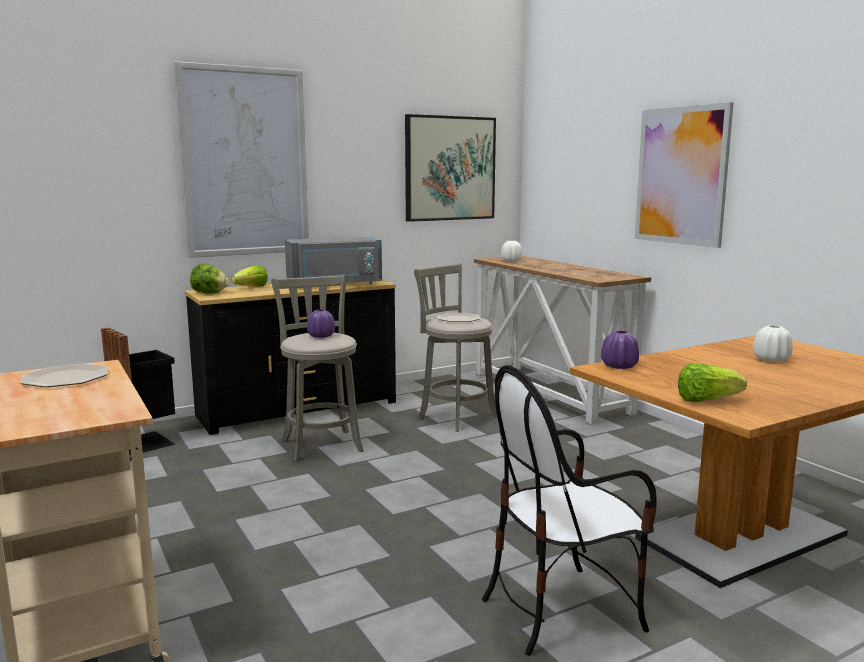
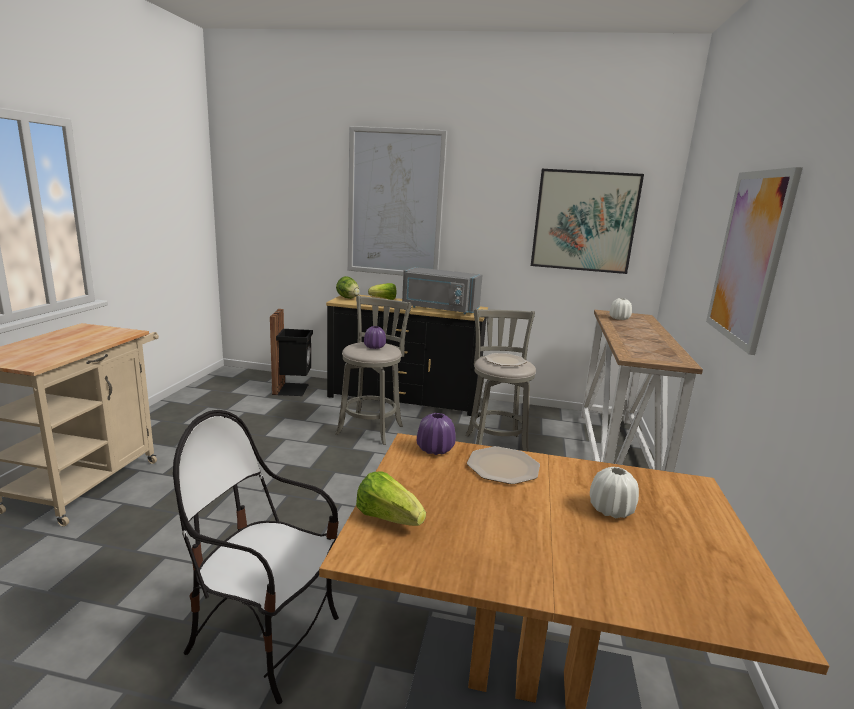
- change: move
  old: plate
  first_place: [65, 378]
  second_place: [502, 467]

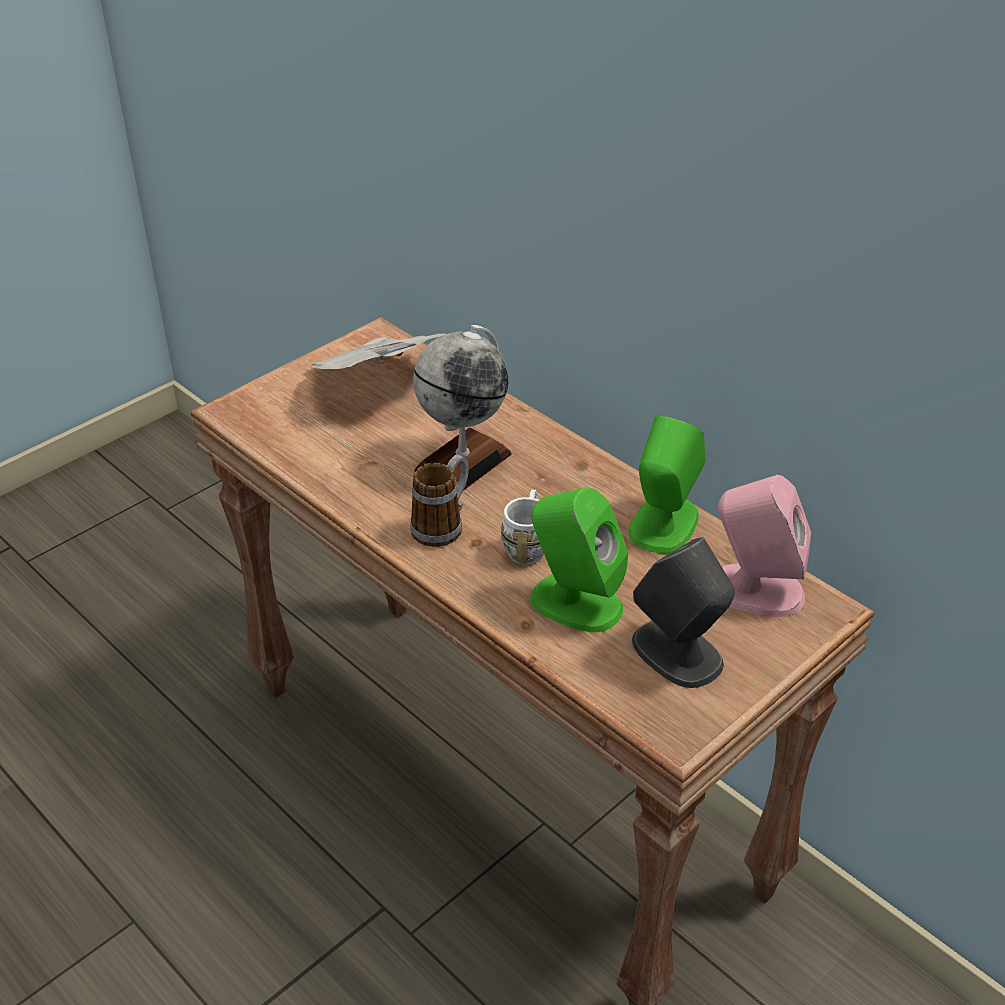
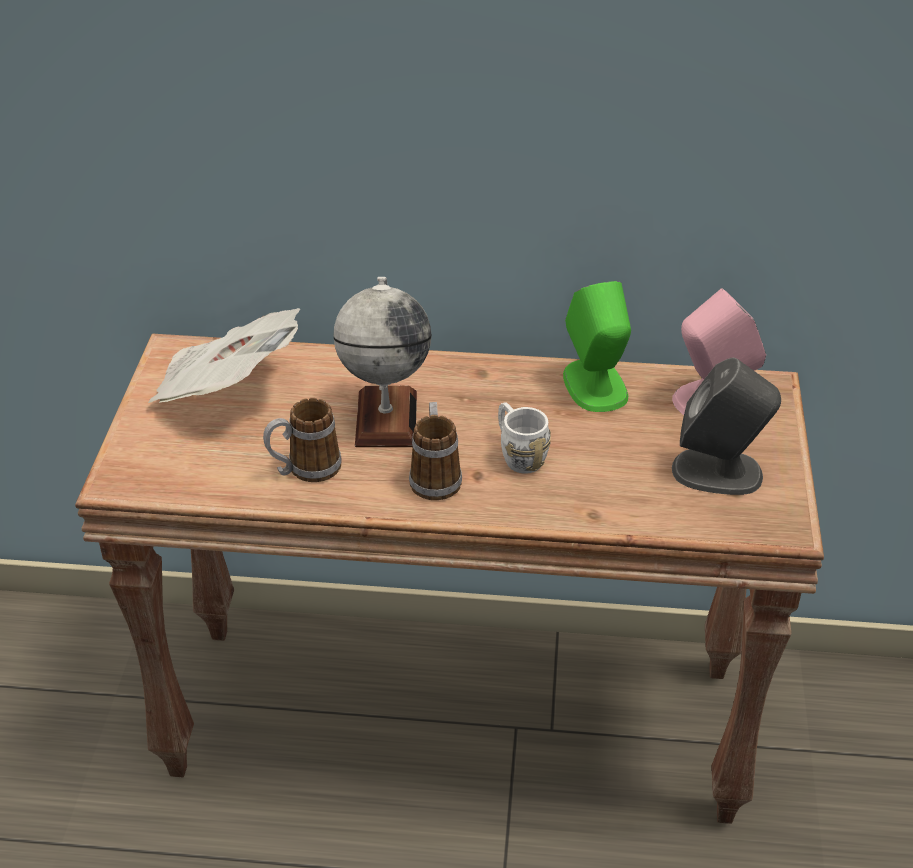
- change: delete
  old: green speaker
  first_place: [575, 602]
- change: insert
  new: mug
  second_place: [305, 470]

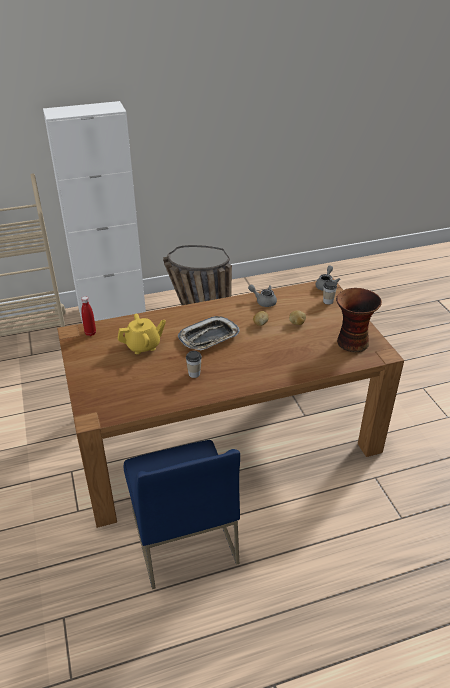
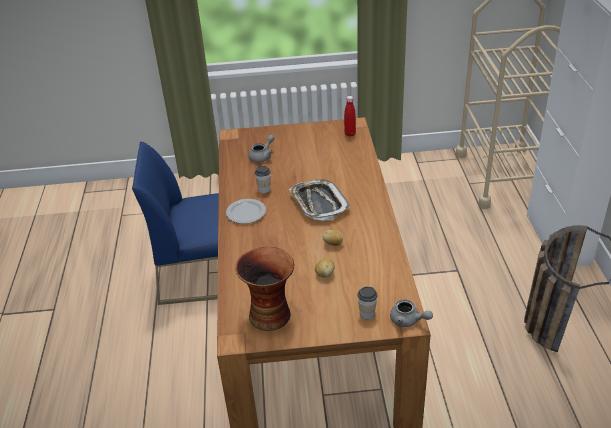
- change: move
  old: grey teapot
  first_place: [263, 301]
  second_place: [262, 156]
- change: delete
  old: yellow teapot
  first_place: [143, 346]
- change: insert
  new: plate
  second_place: [246, 212]

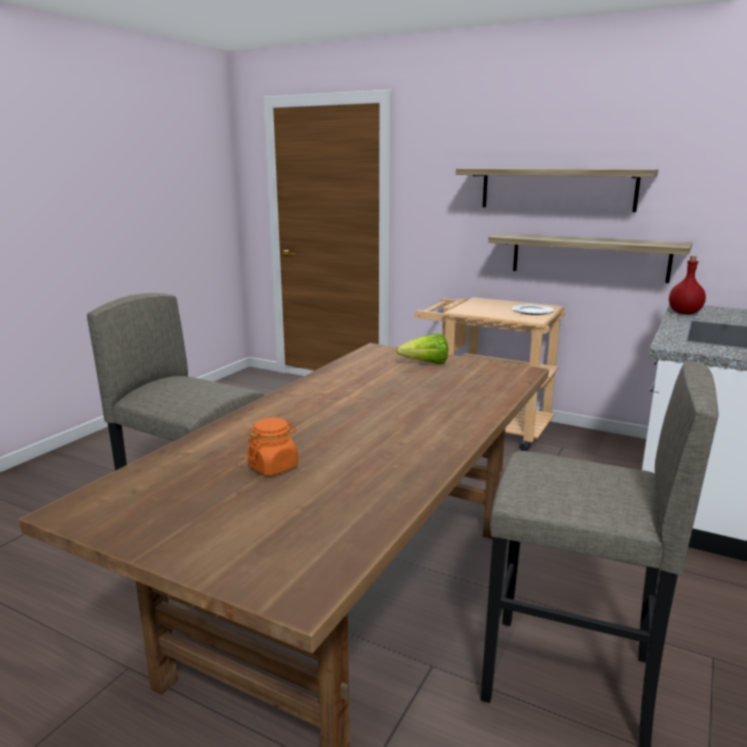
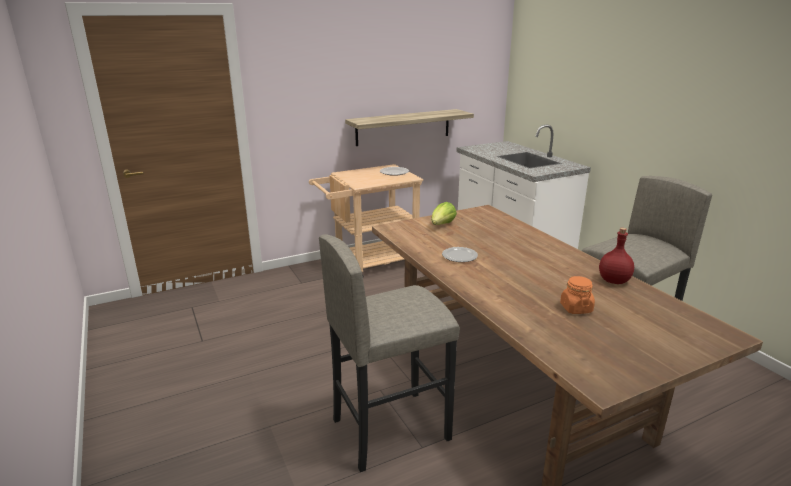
- change: delete
  old: shelf
  first_place: [557, 189]
- change: move
  old: red bottle
  first_place: [684, 313]
  second_place: [613, 281]
- change: insert
  new: plate
  second_place: [460, 256]

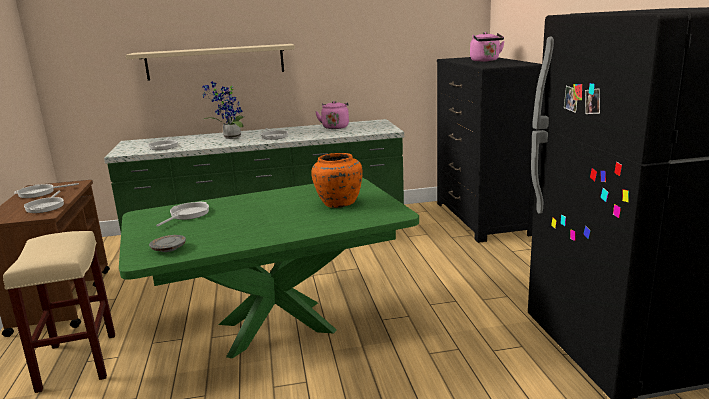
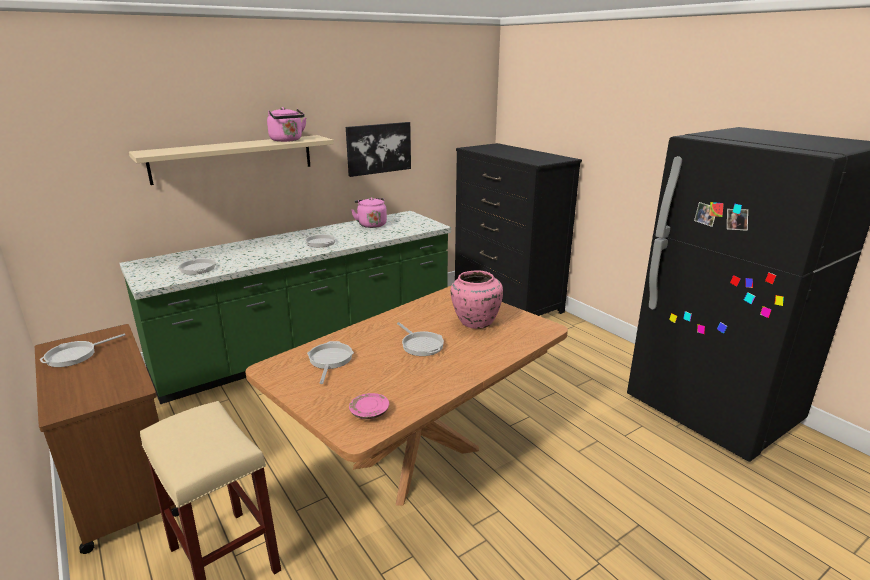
- change: move
  old: pink kettle
  first_place: [485, 61]
  second_place: [287, 140]
- change: delete
  old: potted plant
  first_place: [230, 138]
- change: recolor
  old: orange vase
  new: pink vase
  first_place: [338, 203]
  second_place: [475, 322]
- change: recolor
  old: green dining table
  new: brown dining table
  first_place: [277, 328]
  second_place: [418, 458]
- change: move
  old: frying pan
  first_place: [46, 206]
  second_place: [421, 345]
- change: recolor
  old: grey plate
  new: pink plate
  first_place: [168, 249]
  second_place: [369, 412]
- change: insert
  new: picture
  second_place: [378, 148]

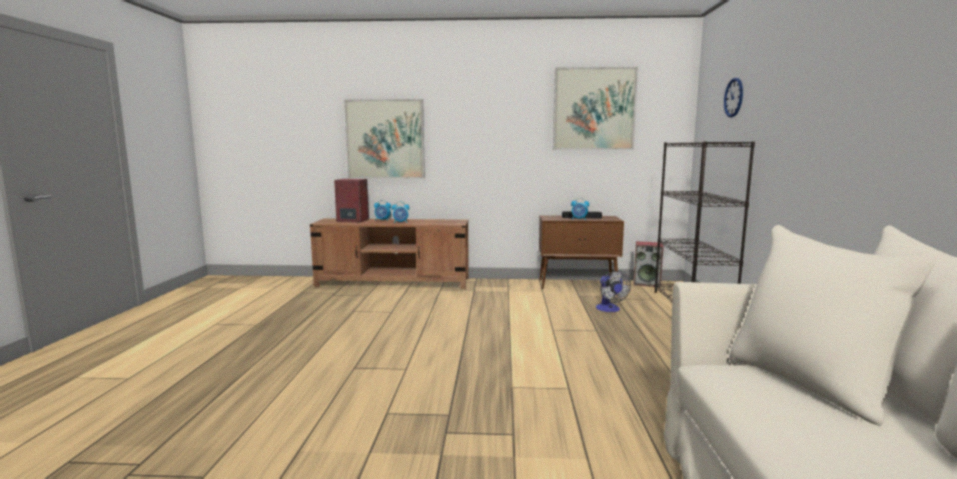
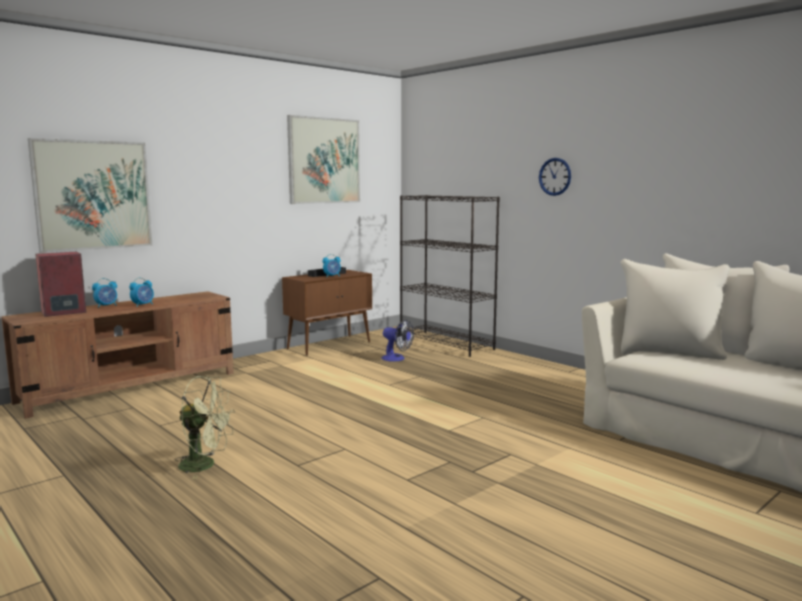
- change: move
  old: wall clock
  first_place: [734, 97]
  second_place: [555, 176]
- change: delete
  old: speaker
  first_place: [647, 283]
- change: insert
  new: green fan
  second_place: [205, 465]

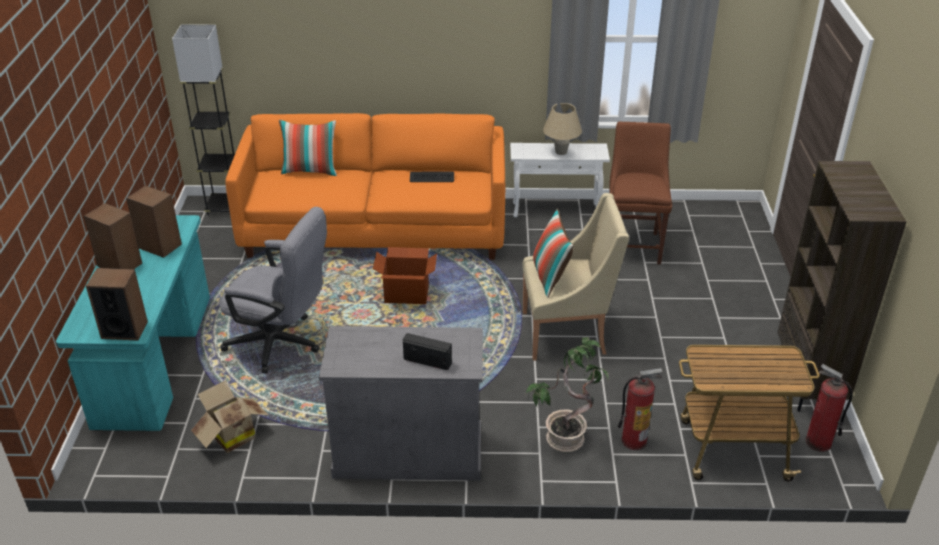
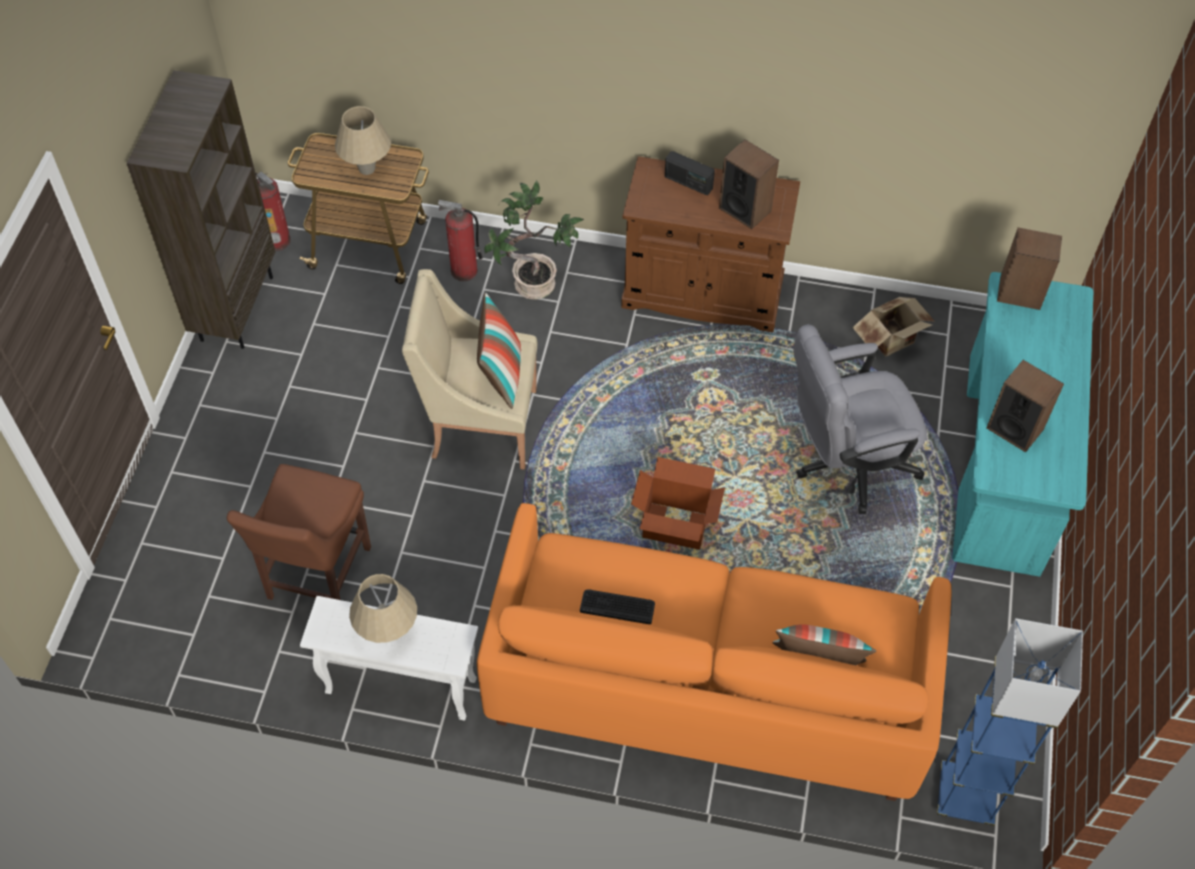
- change: recolor
  old: grey floor lamp
  new: blue floor lamp
  first_place: [224, 207]
  second_place: [965, 796]
- change: move
  old: speaker
  first_place: [119, 265]
  second_place: [745, 209]
- change: rotate
  old: grey office chair
  first_place: [281, 344]
  second_place: [845, 464]
  degrees: -45
- change: recolor
  old: grey cabinet
  new: brown cabinet
  first_place: [408, 453]
  second_place: [702, 293]
- change: insert
  new: beige table lamp
  second_place: [367, 168]

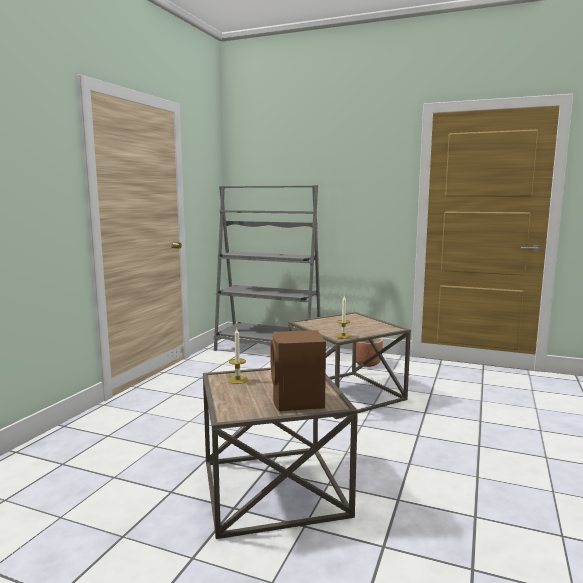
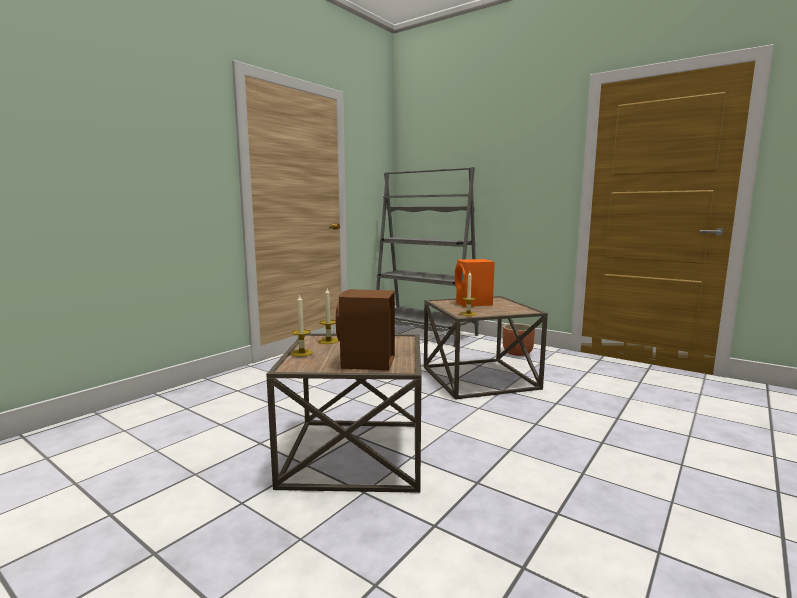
- change: insert
  new: orange speaker
  second_place: [473, 304]
- change: insert
  new: candle
  second_place: [301, 353]

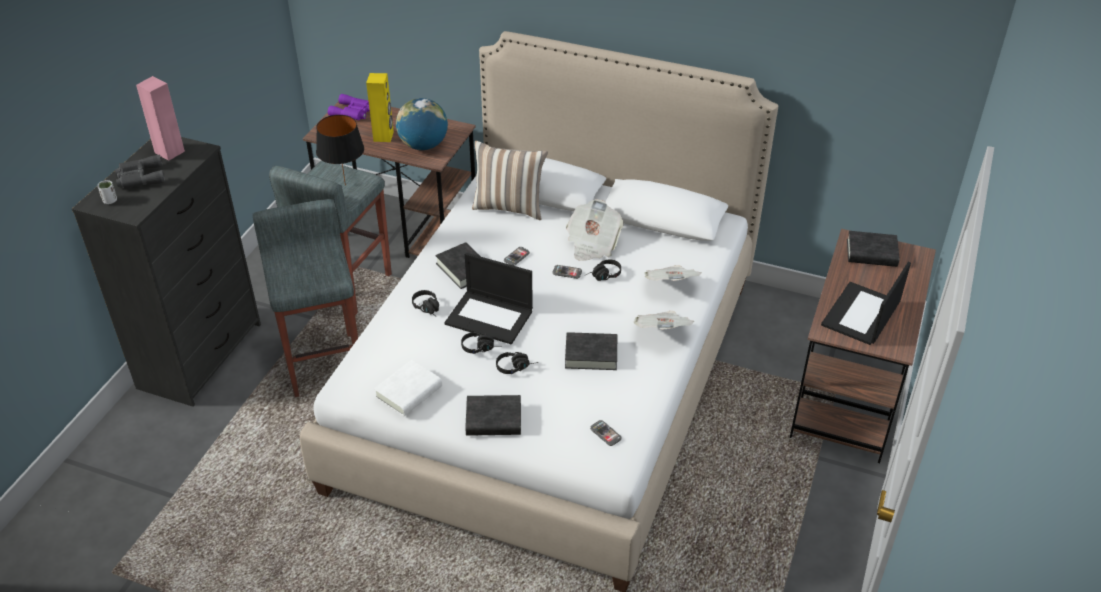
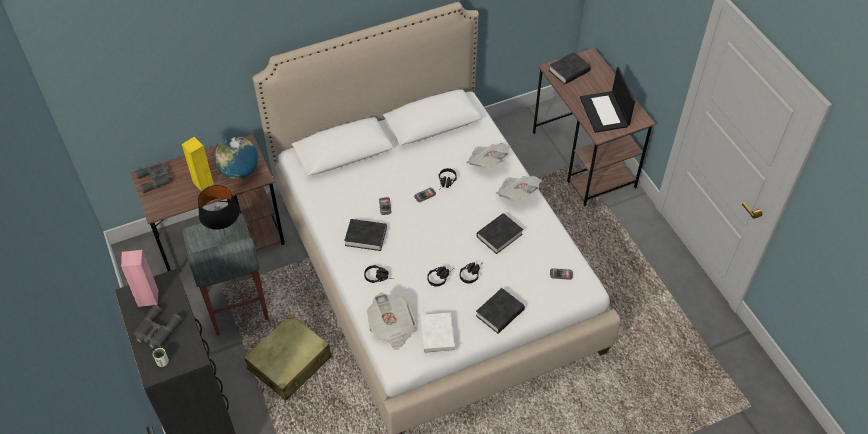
- change: recolor
  old: purple binoculars
  new: grey binoculars
  first_place: [352, 112]
  second_place: [155, 179]
- change: delete
  old: pillow
  first_place: [509, 207]
- change: replace
  old: grey stool
  new: beige suitcase
  first_place: [325, 363]
  second_place: [290, 363]
- change: move
  old: newspaper
  first_place: [592, 244]
  second_place: [392, 328]
- change: delete
  old: laptop
  first_place: [490, 317]

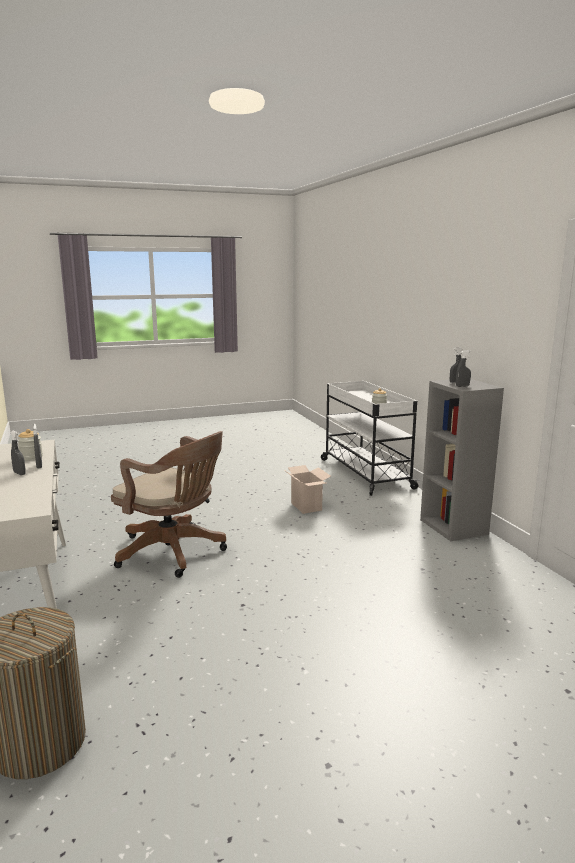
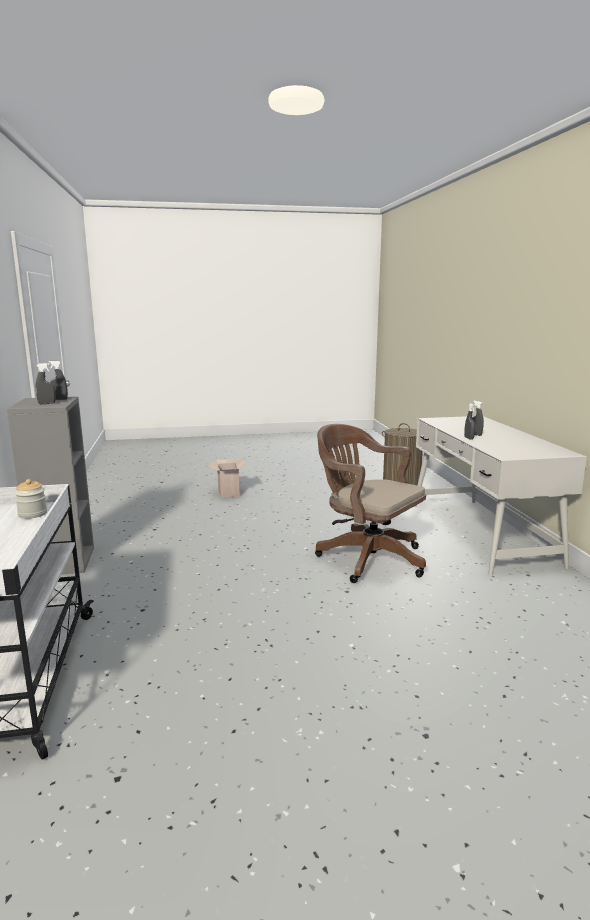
- change: delete
  old: jar
  first_place: [31, 457]
- change: move
  old: cardboard box
  first_place: [307, 507]
  second_place: [227, 492]

